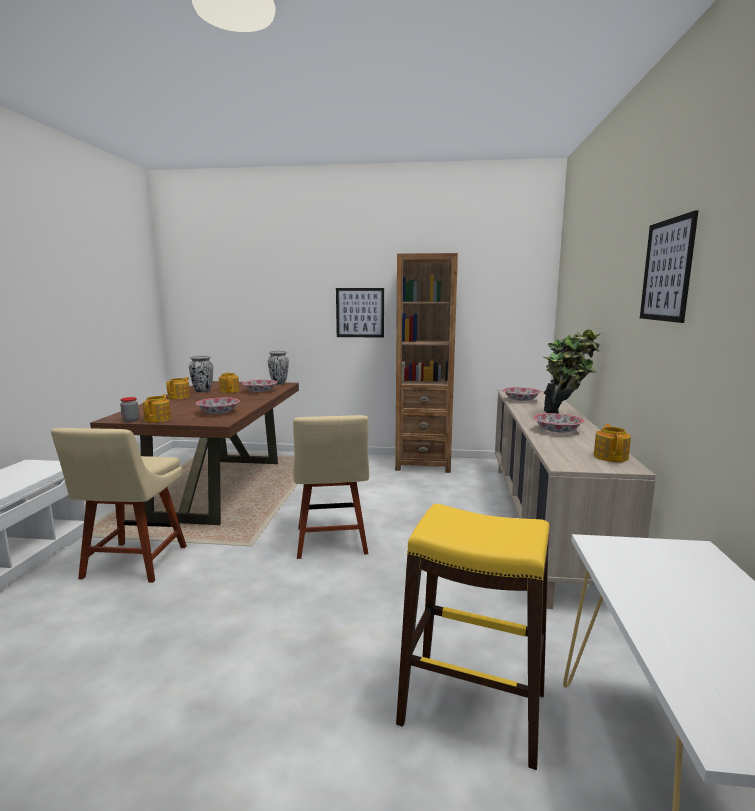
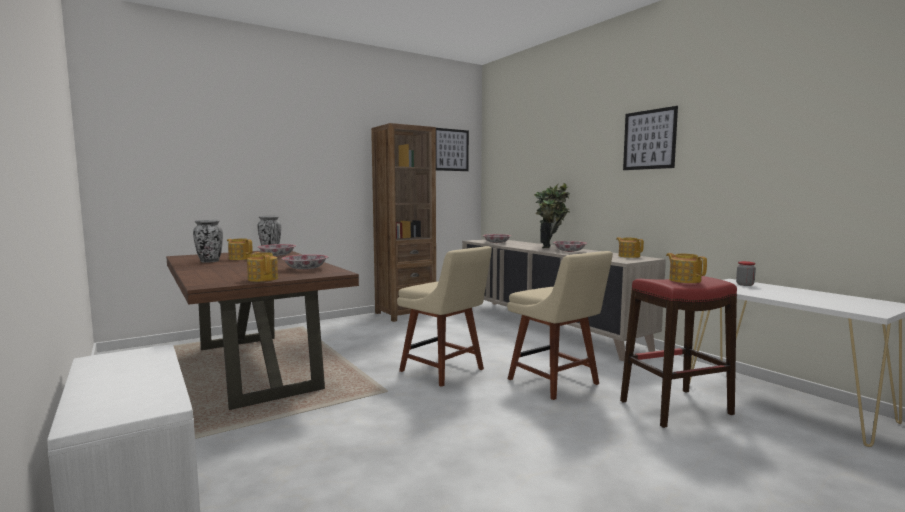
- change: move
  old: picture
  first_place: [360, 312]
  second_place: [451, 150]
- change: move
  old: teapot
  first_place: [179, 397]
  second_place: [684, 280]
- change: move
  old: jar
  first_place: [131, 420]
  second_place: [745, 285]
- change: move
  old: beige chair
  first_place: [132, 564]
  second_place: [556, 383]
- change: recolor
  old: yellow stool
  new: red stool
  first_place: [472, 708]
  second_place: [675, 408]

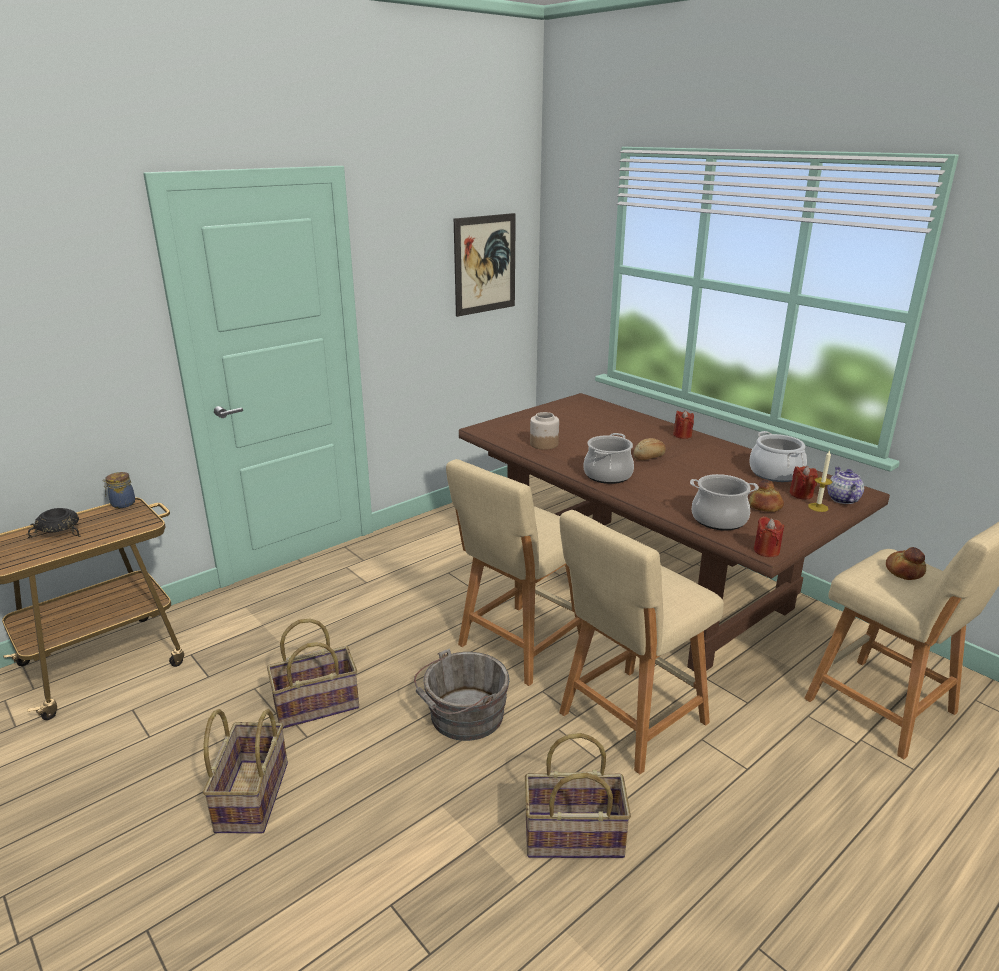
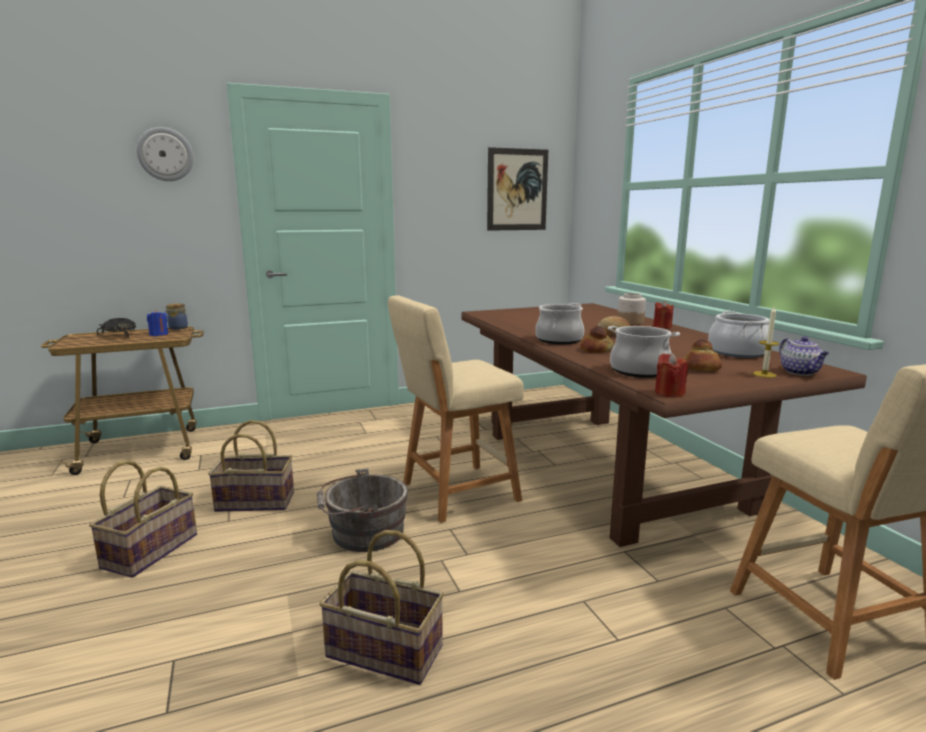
- change: move
  old: jar
  first_place: [543, 444]
  second_place: [630, 322]
- change: delete
  old: red candle
  first_place: [801, 494]
- change: rotate
  old: teapot
  first_place: [842, 499]
  second_place: [800, 372]
  degrees: 150
- change: delete
  old: beige stool
  first_place: [628, 721]
- change: move
  old: bread
  first_place: [905, 571]
  second_place: [596, 350]
- change: insert
  new: wall clock
  second_place: [165, 154]
- change: insert
  new: blue candle
  second_place: [159, 334]

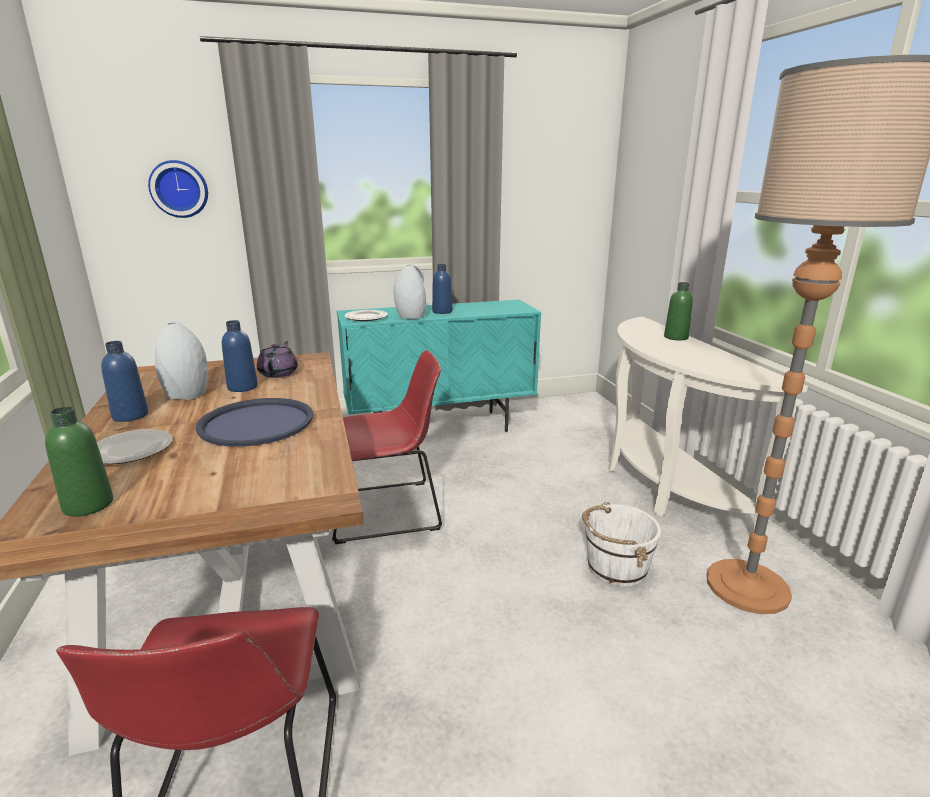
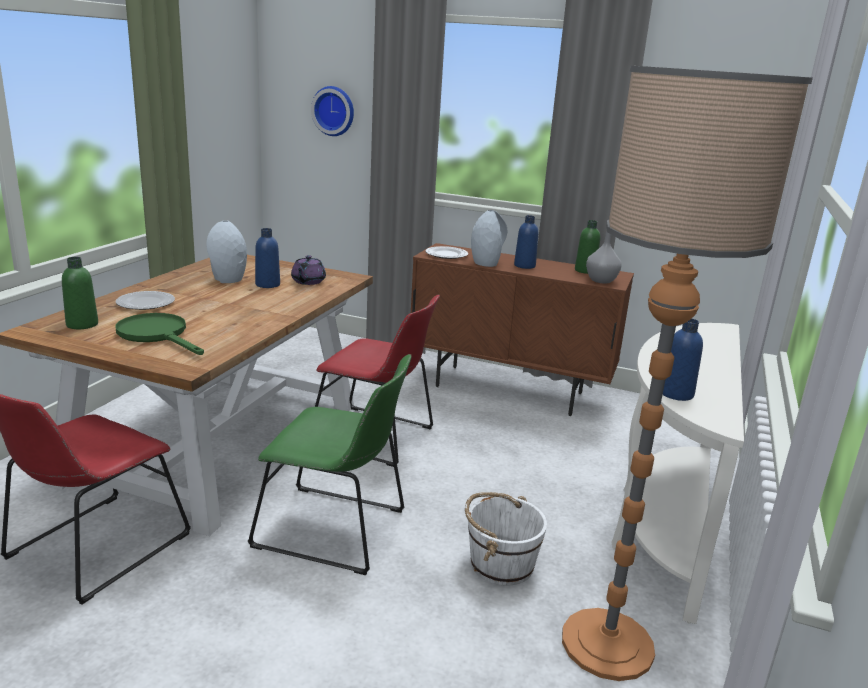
- change: move
  old: green bottle
  first_place: [676, 337]
  second_place: [585, 271]
- change: recolor
  old: turquoise cabinet
  new: brown cabinet
  first_place: [440, 428]
  second_place: [509, 390]
- change: move
  old: blue bottle
  first_place: [130, 416]
  second_place: [676, 394]
- change: rotate
  old: purple teapot
  first_place: [279, 373]
  second_place: [308, 282]
  degrees: 150
- change: delete
  old: blue tray
  first_place: [256, 423]
- change: insert
  new: grey vase
  second_place: [601, 280]
- change: insert
  new: green frying pan
  second_place: [158, 335]
- change: insert
  new: green chair
  second_place: [336, 530]

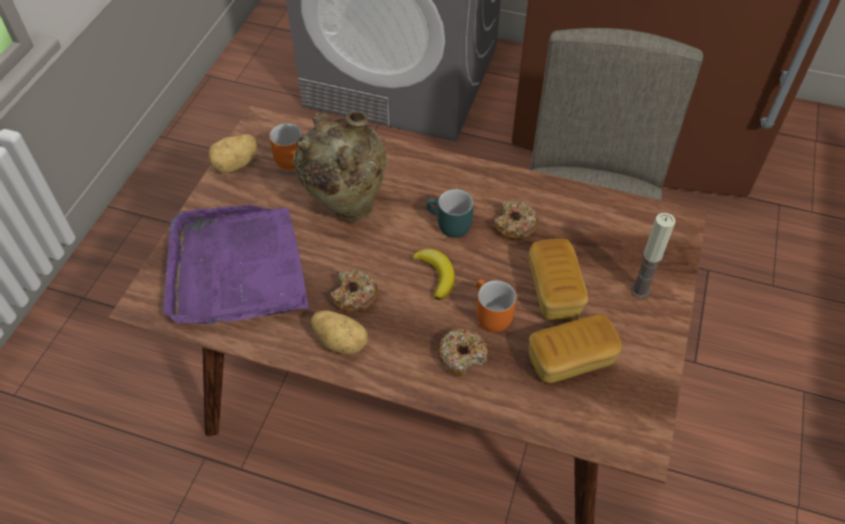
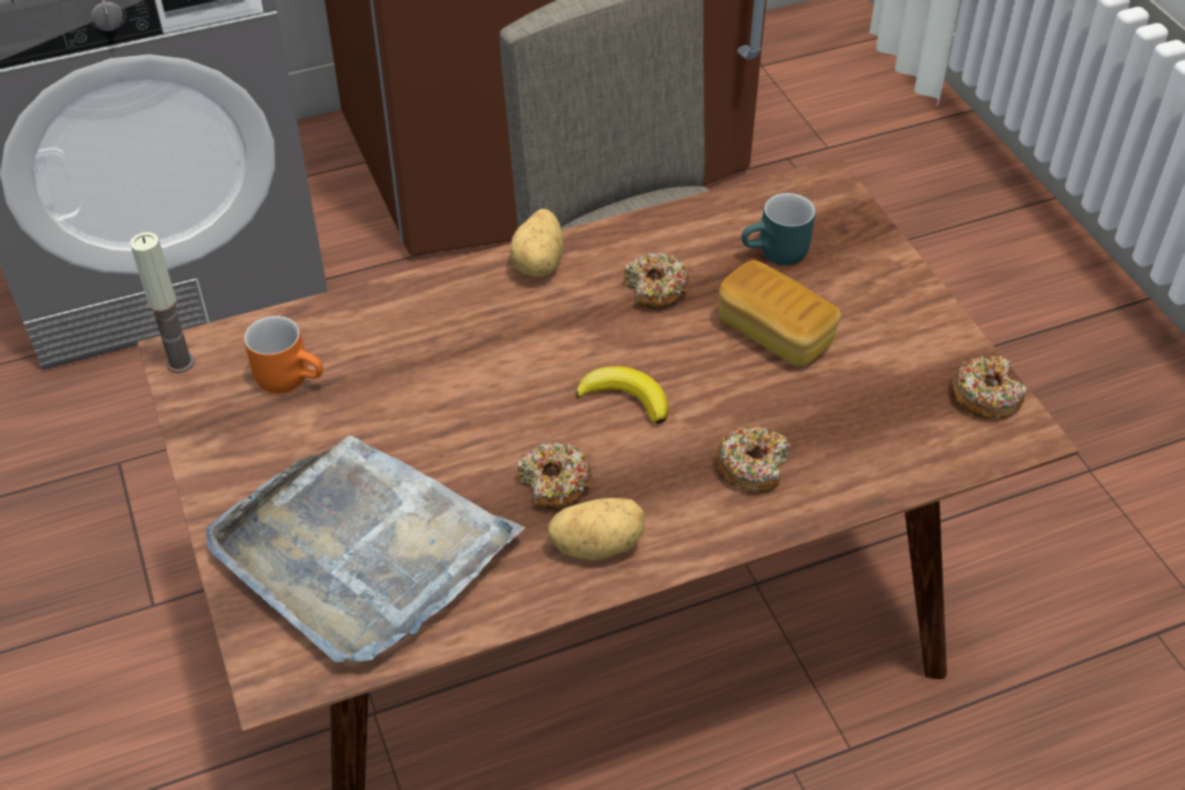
- change: delete
  old: beige vase
  first_place: [346, 208]
- change: move
  old: potato
  first_place: [236, 165]
  second_place: [540, 263]
- change: move
  old: turquoise mug
  first_place: [448, 226]
  second_place: [777, 255]
- change: recolor
  old: purple tray
  new: grey tray
  first_place: [236, 269]
  second_place: [361, 552]
- change: move
  old: candle
  first_place: [640, 290]
  second_place: [180, 362]
- change: delete
  old: orange mug
  first_place: [488, 315]
- change: delete
  old: bread
  first_place: [570, 359]
- change: insert
  new: donut
  second_place: [986, 396]

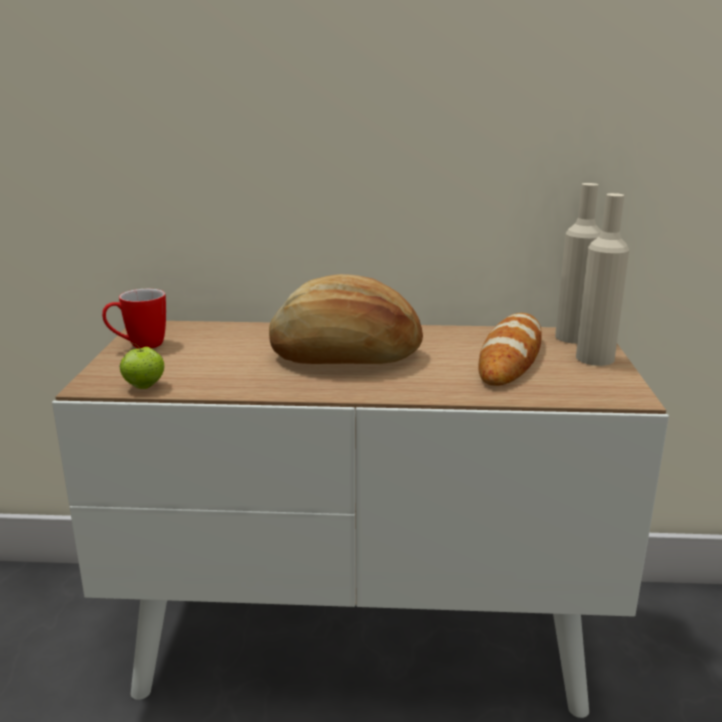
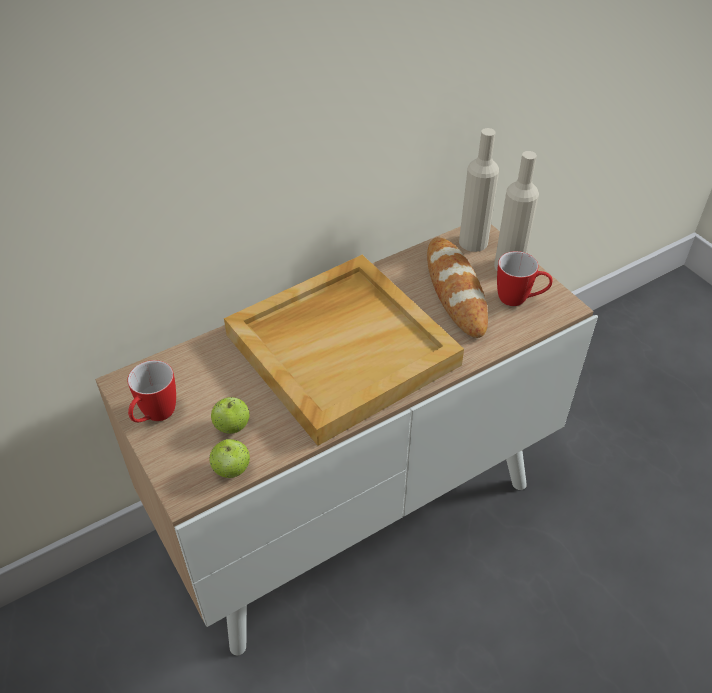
- change: replace
  old: bread
  new: beige tray
  first_place: [346, 357]
  second_place: [342, 348]
- change: insert
  new: mug
  second_place: [519, 300]
- change: insert
  new: apple
  second_place: [232, 427]

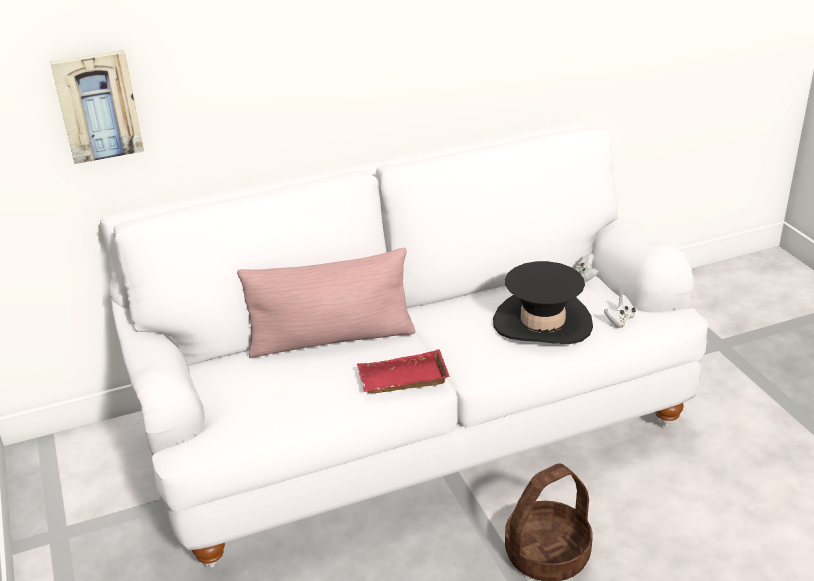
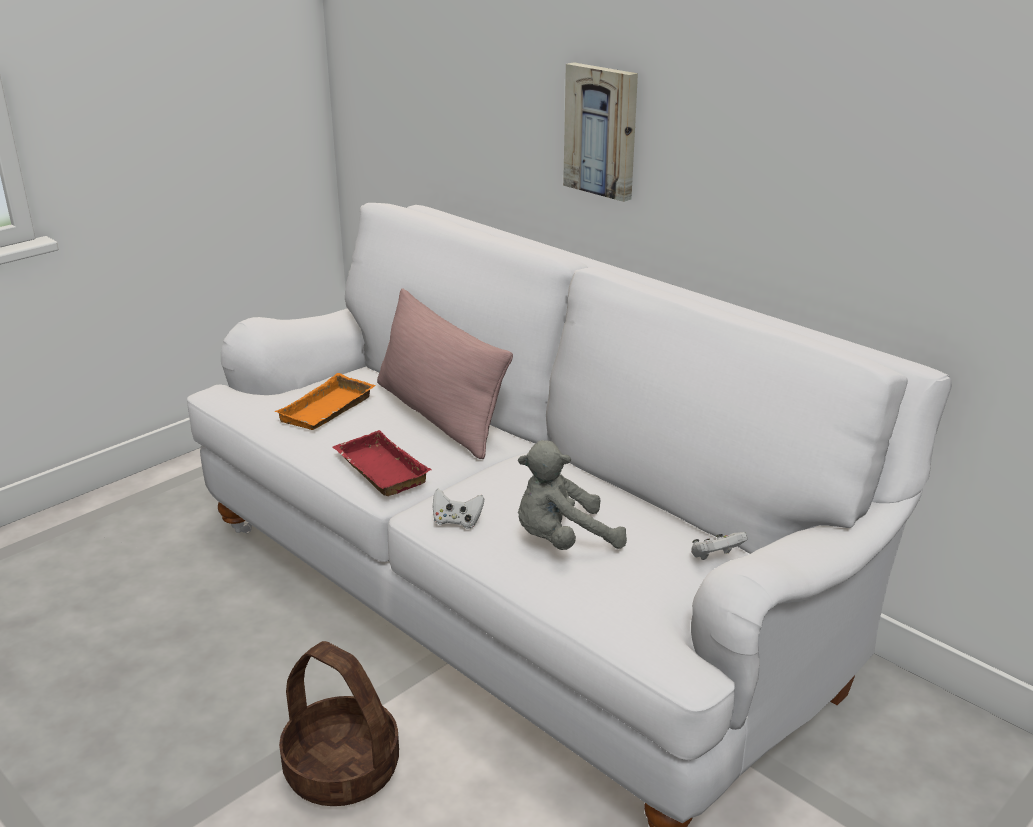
- change: move
  old: picture
  first_place: [98, 105]
  second_place: [602, 131]
- change: replace
  old: black hat
  new: grey plush toy
  first_place: [542, 323]
  second_place: [562, 540]
- change: move
  old: white game controller
  first_place: [619, 320]
  second_place: [457, 521]
- change: insert
  new: orange tray
  second_place: [328, 411]

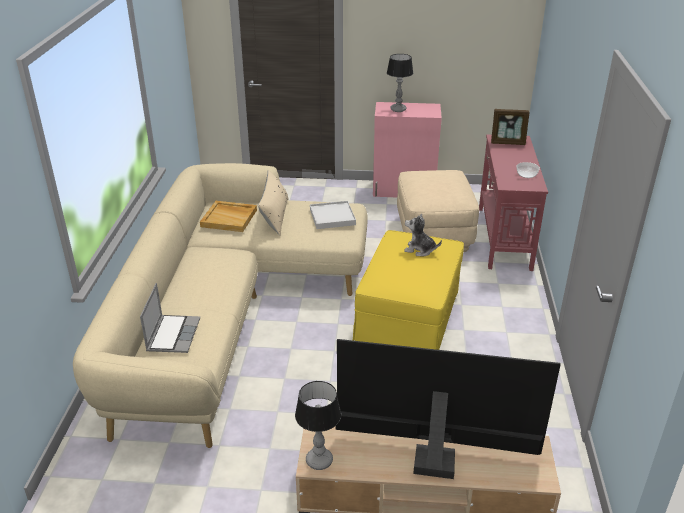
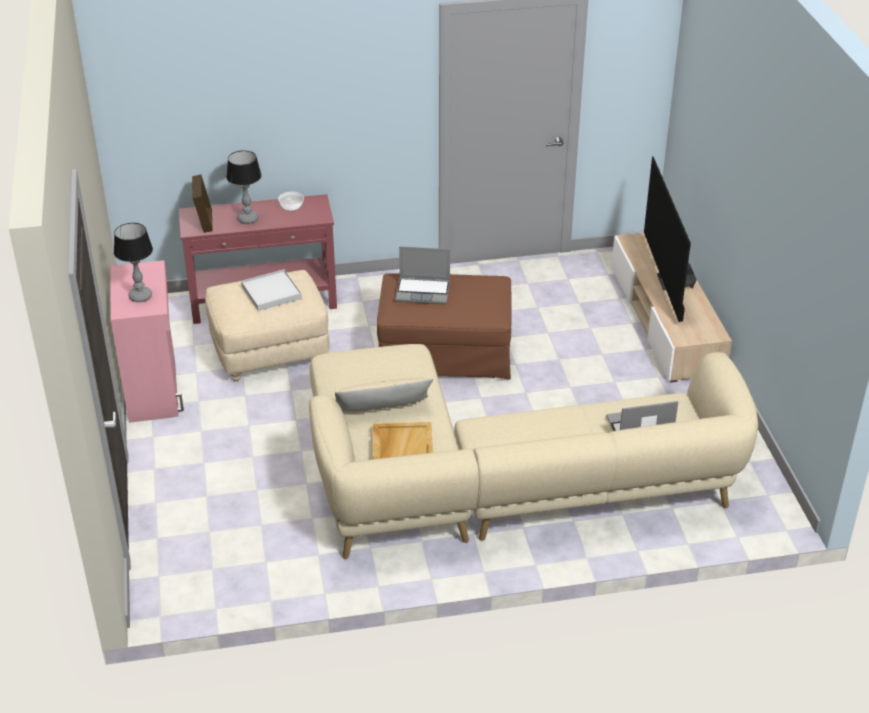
- change: move
  old: white tray
  first_place: [332, 217]
  second_place: [271, 292]
- change: replace
  old: plush toy
  new: laptop
  first_place: [420, 250]
  second_place: [423, 291]
- change: recolor
  old: yellow ottoman
  new: brown ottoman
  first_place: [409, 315]
  second_place: [444, 352]
- change: move
  old: table lamp
  first_place: [320, 461]
  second_place: [248, 219]

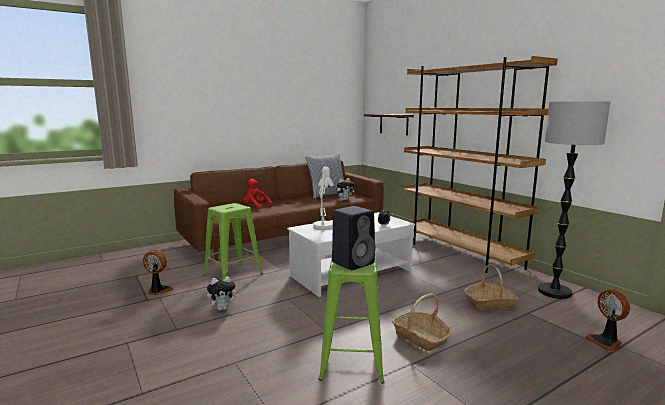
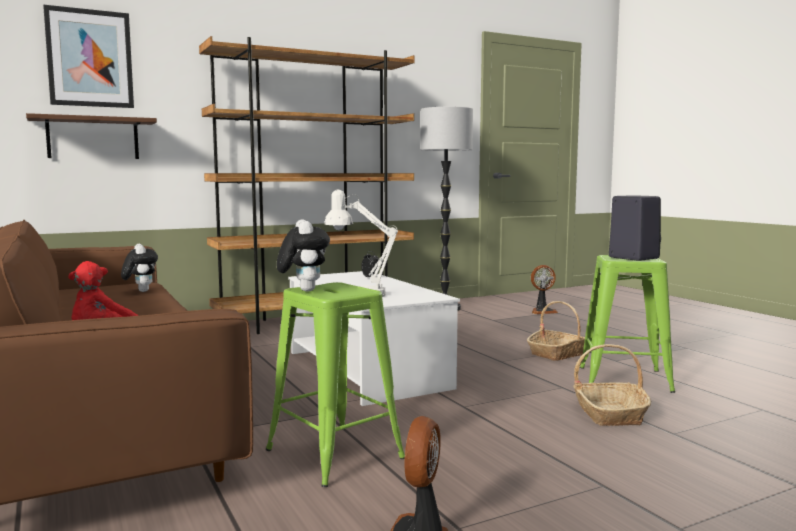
- change: delete
  old: pillow
  first_place: [327, 194]
- change: move
  old: basket
  first_place: [489, 304]
  second_place: [608, 413]
- change: move
  old: plush toy
  first_place: [223, 308]
  second_place: [303, 290]
- change: insert
  new: picture
  second_place: [90, 58]

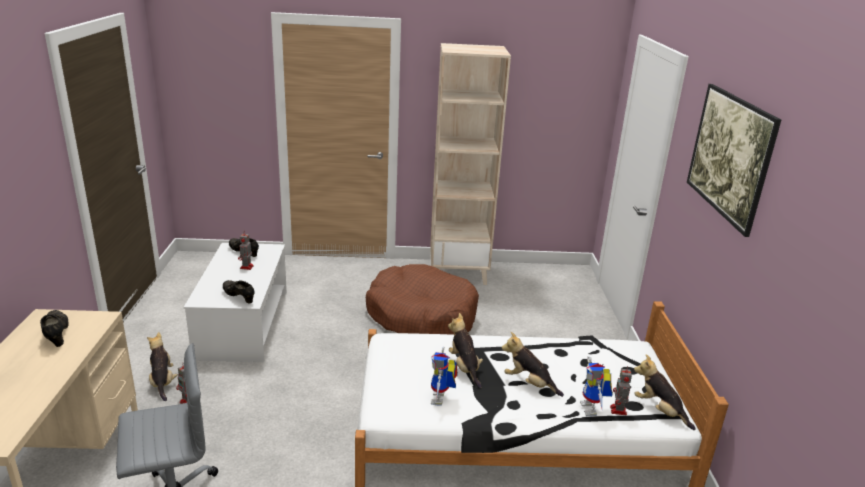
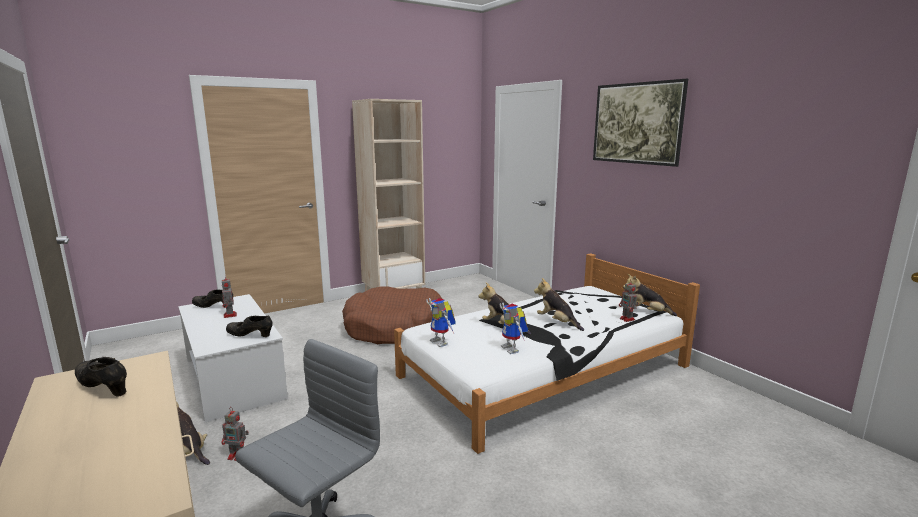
- change: rotate
  old: plush toy
  first_place: [529, 383]
  second_place: [557, 322]
  degrees: 45
- change: move
  old: toy robot
  first_place: [592, 410]
  second_place: [442, 342]

